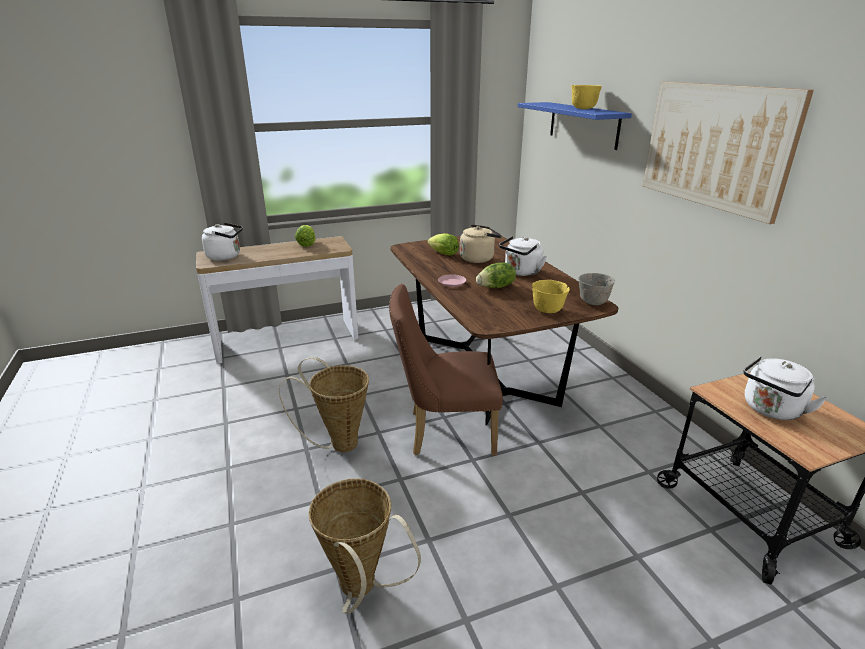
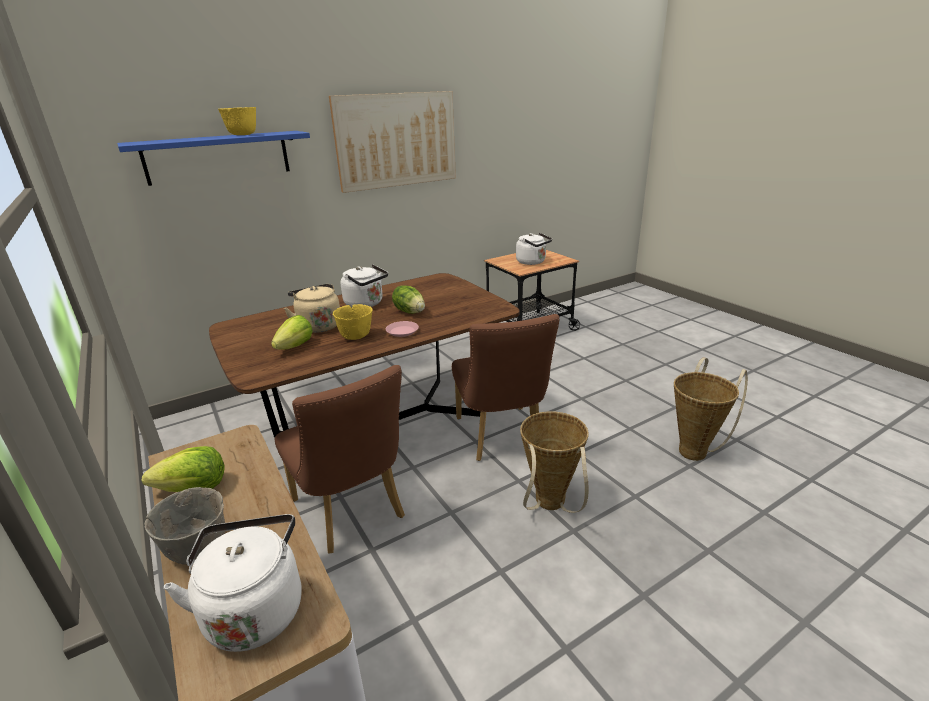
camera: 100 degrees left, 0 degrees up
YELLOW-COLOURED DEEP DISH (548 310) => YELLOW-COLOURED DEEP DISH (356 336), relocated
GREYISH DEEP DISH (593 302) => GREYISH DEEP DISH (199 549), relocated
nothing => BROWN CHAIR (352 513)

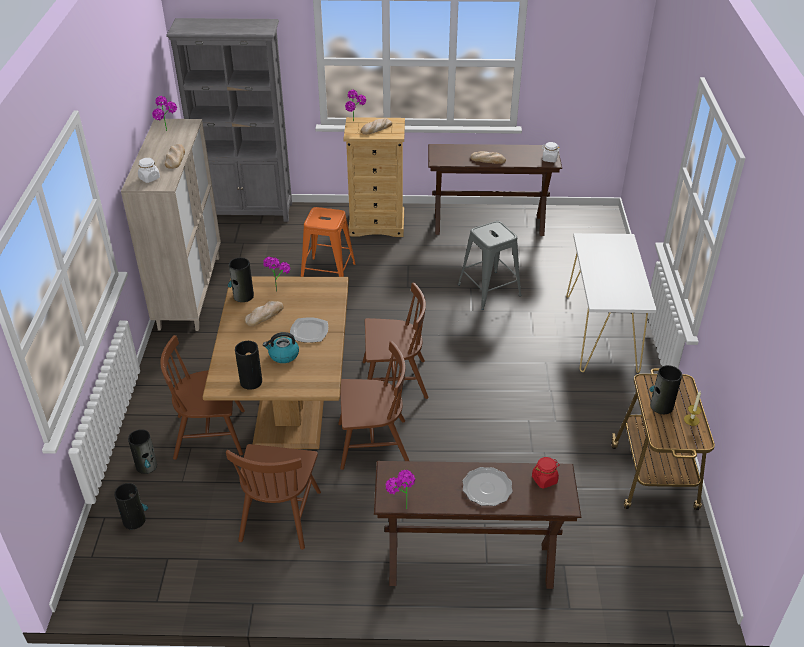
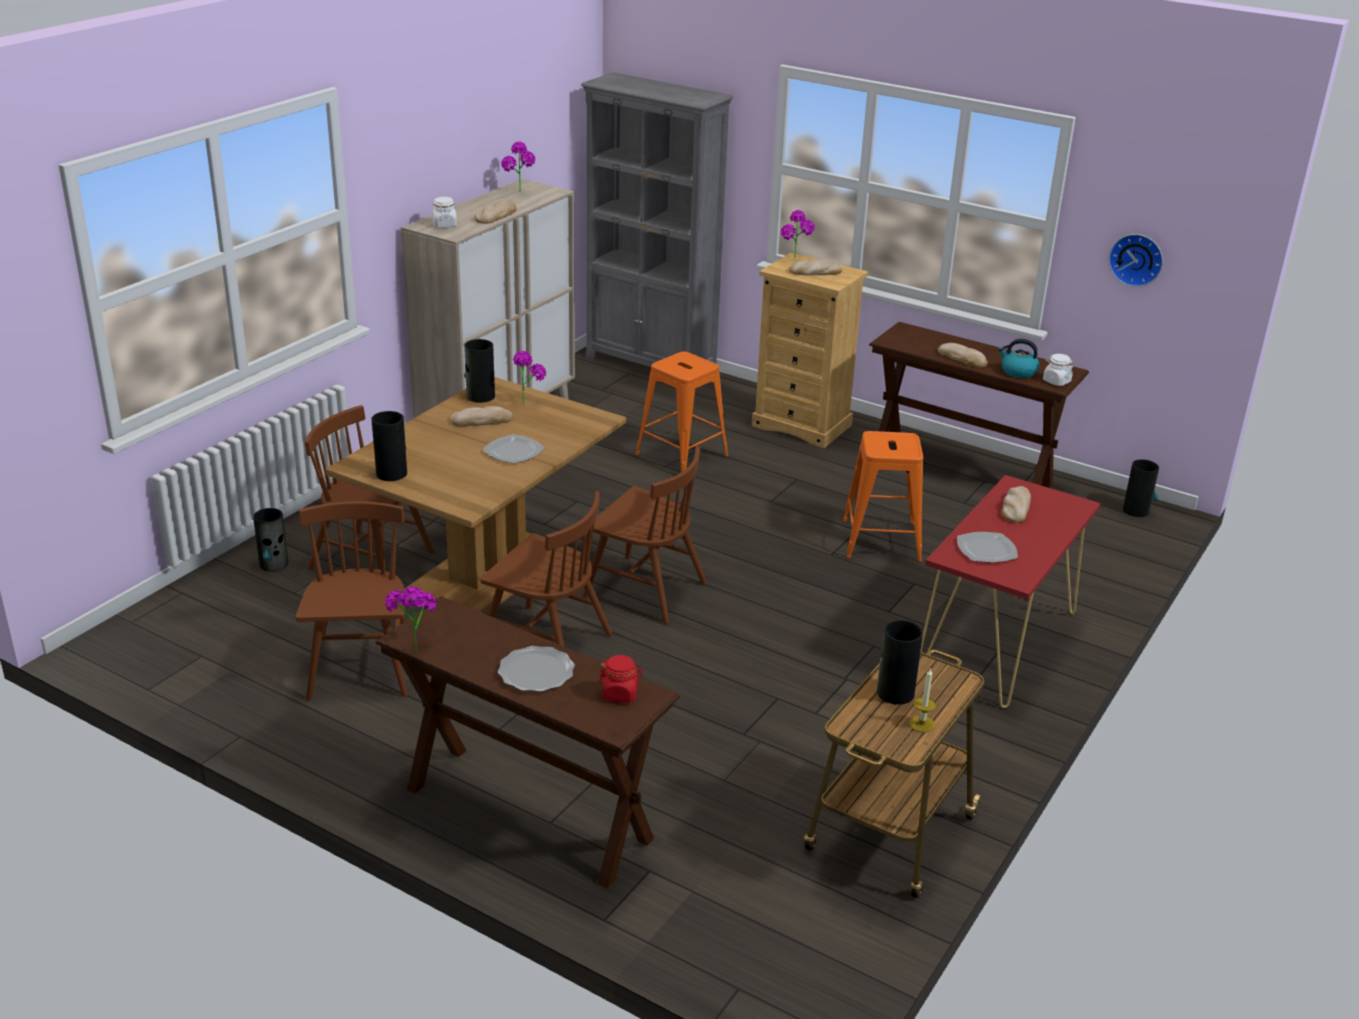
camera: 30 degrees right, 10 degrees down
DECORATIVE VASE (134 520) => DECORATIVE VASE (1136 510), relocated
BROWN CHAIR (280 515) => BROWN CHAIR (361 667), 135 degrees clockwise
TEA KETTLE (283 355) => TEA KETTLE (1018 372), relocated
GREYISH STOOL SEAT (488 290) => ORANGE-COLOURED STOOL SEAT (880 541)
WHITE-COLOURED NARROW TABLE (601 333) => RED-COLOURED NARROW TABLE (996 644)
nothing => FLAT DISH (985 549)
nothing => BAKERY BREAD (1015 507)
nothing => WALL CLOCK (1137 259)

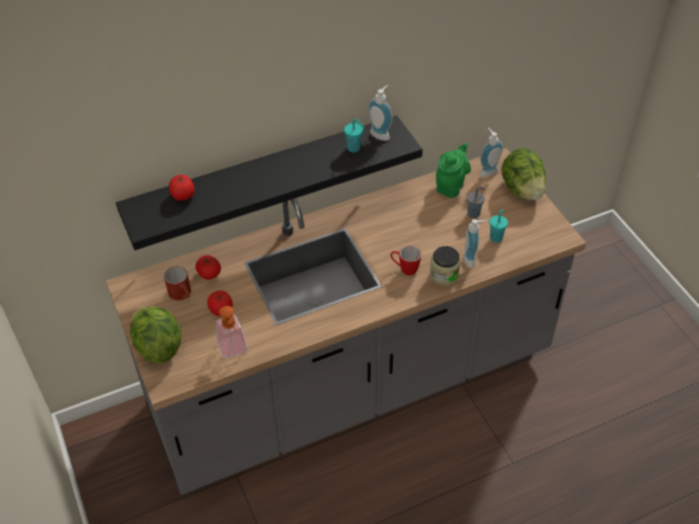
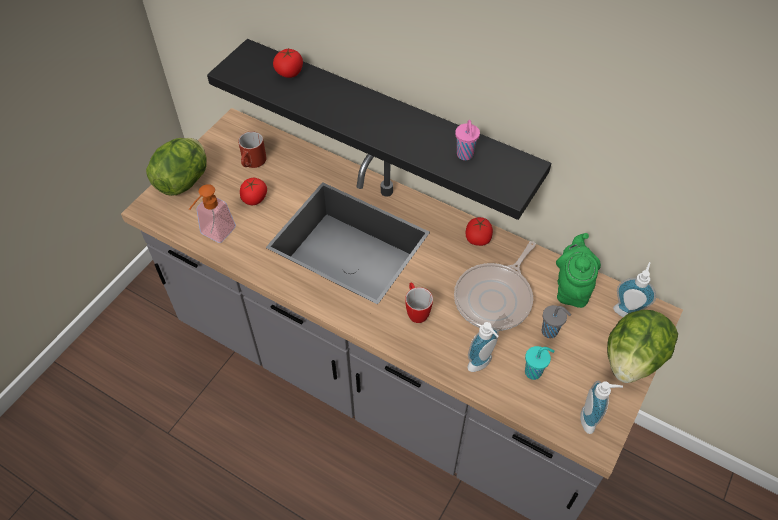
camera: 55 degrees right, 5 degrees up
TOMATO (209 274) => TOMATO (477 239), relocated
TURQUOISE CUP (354 148) => PINK-COLOURED CUP (465 155)
LIQUID SOAP BOTTLE (381 133) => LIQUID SOAP BOTTLE (592 419), relocated
JAR (444 275) => nothing
GREEN-COLOURED TEA POT (451 185) => GREEN-COLOURED TEA POT (572 288), 75 degrees counterclockwise
nothing => PAN (495 298)

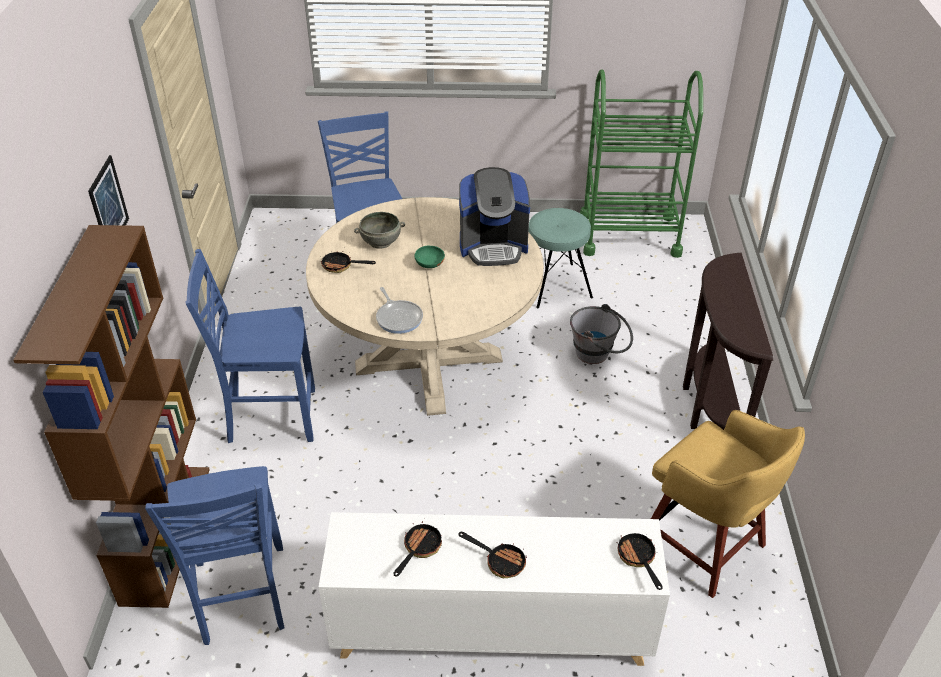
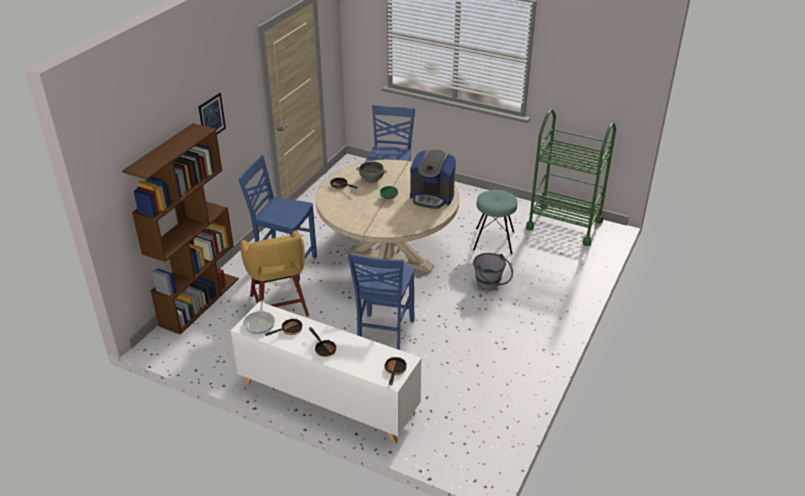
camera: 25 degrees right, 5 degrees down
BLUE CHAIR (241 596) => BLUE CHAIR (384 336), relocated
PAN (398 318) => PAN (260 323), relocated
YELLOW-COLOURED STOOL SEAT (705 547) => YELLOW-COLOURED STOOL SEAT (279 307), relocated
BROWN NARROW TABLE (708 408) => nothing

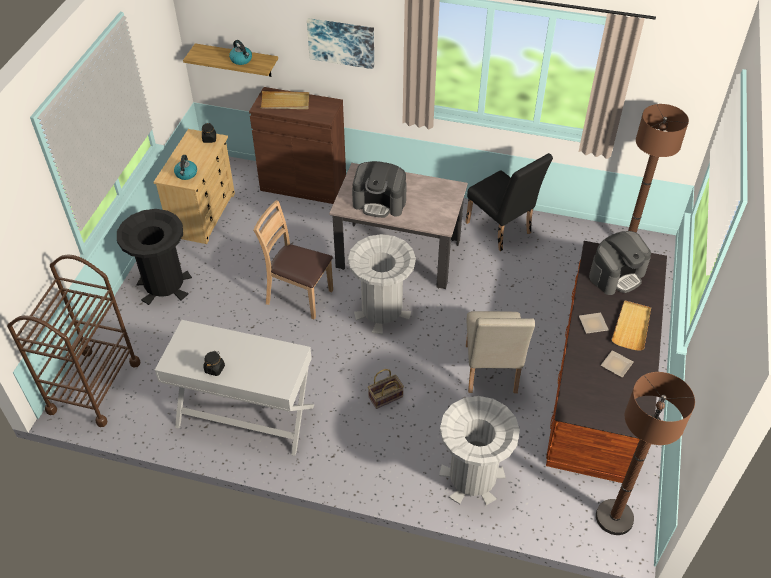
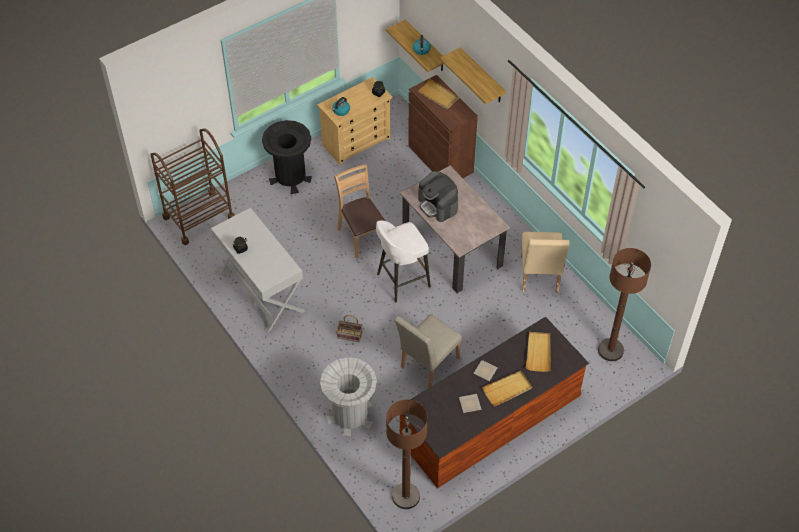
camera: 40 degrees right, 5 degrees up
WALL PICTURE (341 42) => BRACKET SHELF (482 76)
GREYISH RUBBISH BIN (382 311) => WHITE-COLOURED STOOL SEAT (401 281)
BLACKISH CHAIR (501 231) => BEIGE-COLOURED CHAIR (539 278)
COFFEE MACHINE (616 275) => BEIGE-COLOURED CARRYING TRAY (538 352)

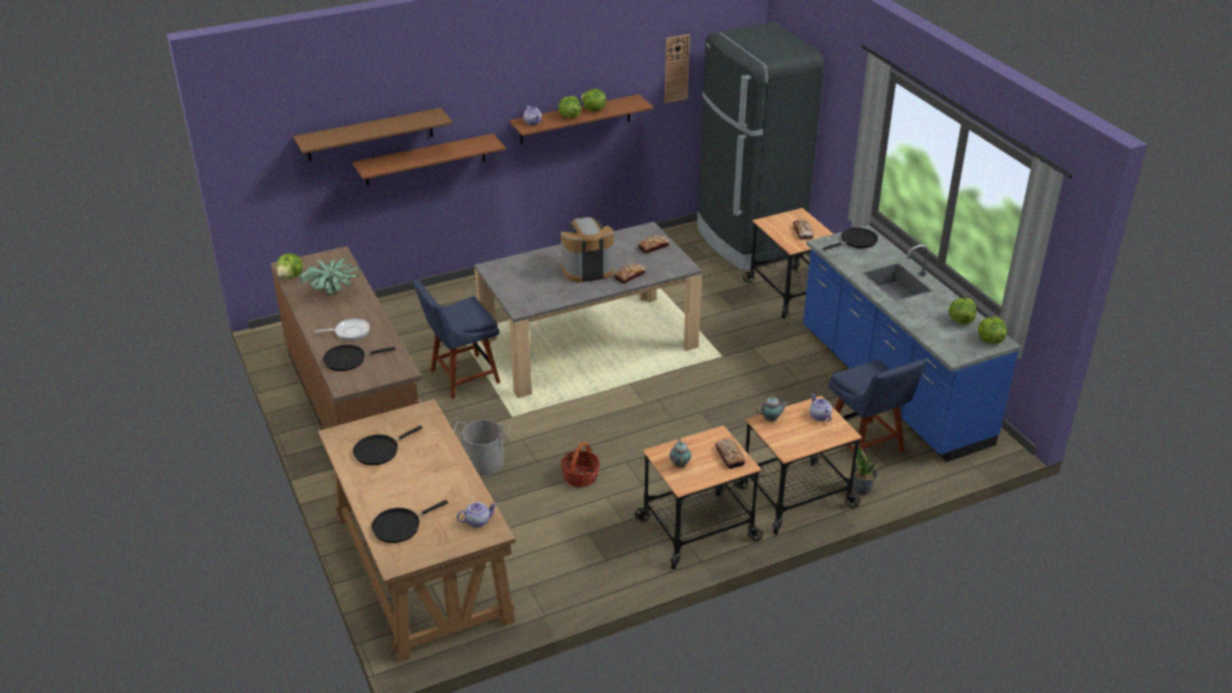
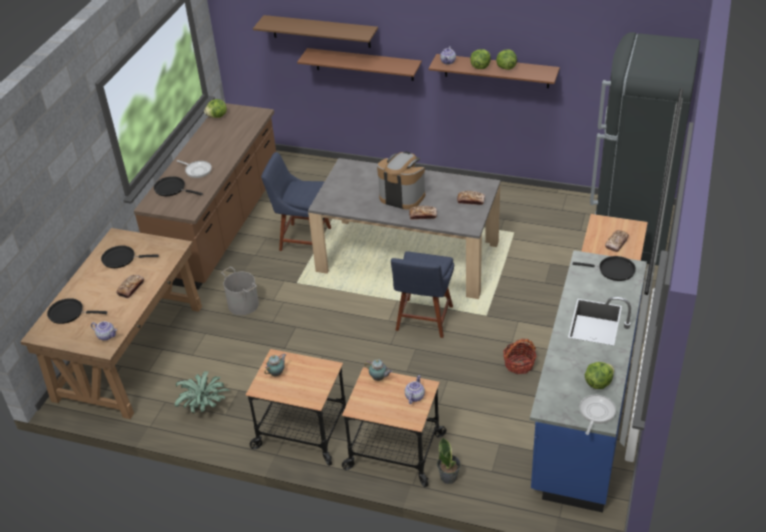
camera: 45 degrees right, 5 degrees up
POTTED PLANT (332 293) => POTTED PLANT (204 405), relocated
STORAGE BASKET (580 476) => STORAGE BASKET (519 364), relocated
WALL CLOCK (676 68) => nothing
BAKERY BREAD (729 456) => BAKERY BREAD (131 288), relocated
BLUE CHAIR (865 447) => BLUE CHAIR (423 320), relocated
LETTUCE (989 340) => PAN (596 413)

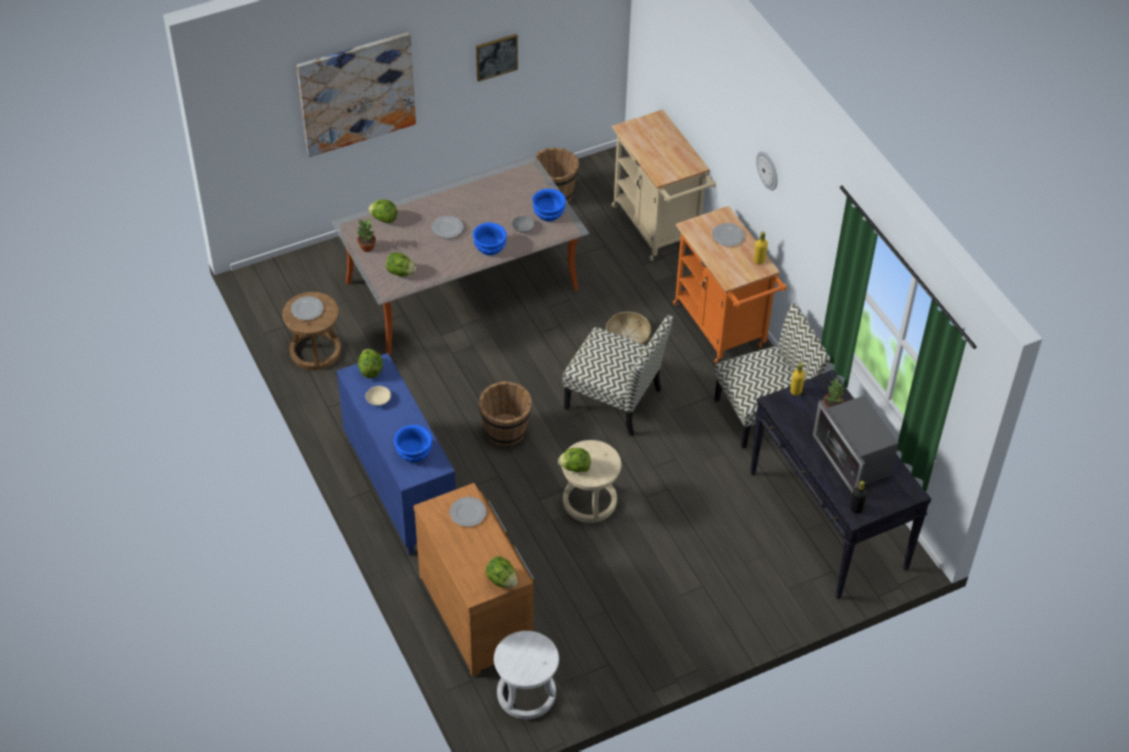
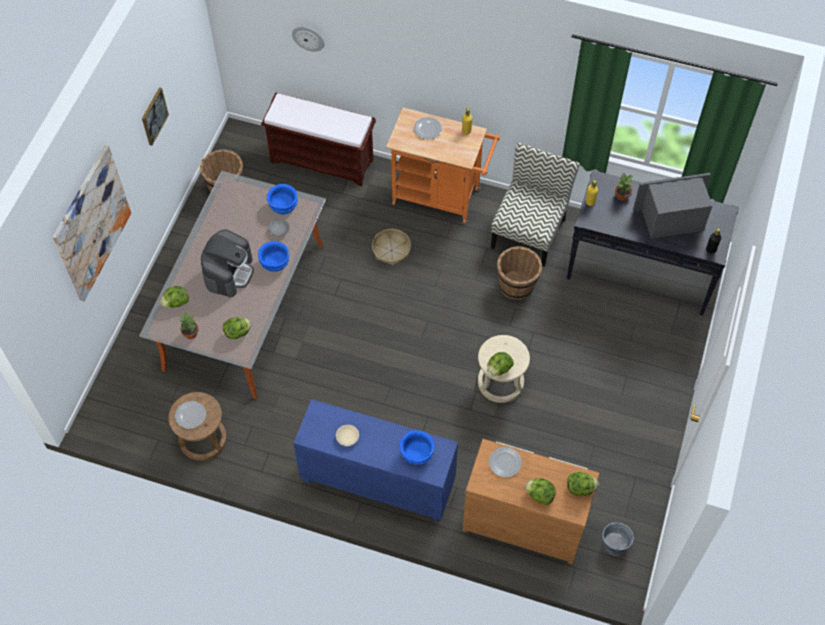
camera: 45 degrees left, 10 degrees up
LETTUCE (370 370) => LETTUCE (539 495), relocated
FLAT DISH (447 228) => COFFEE MACHINE (229 272)
BROWN WATER BUCKET (505 431) => BROWN WATER BUCKET (516 286), relocated
WHITE-COLOURED STOOL SEAT (526 694) => GREYISH WATER BUCKET (615 544)
CHAIR (615 399) => nothing
BEIGE-COLOURED CART (658 229) => BROWN BENCH (323 160)
WALL CLOCK (768 170) => WALL CLOCK (308 38), relocated
MICROWAVE OVEN (853 459) => MICROWAVE OVEN (671 218), 150 degrees clockwise

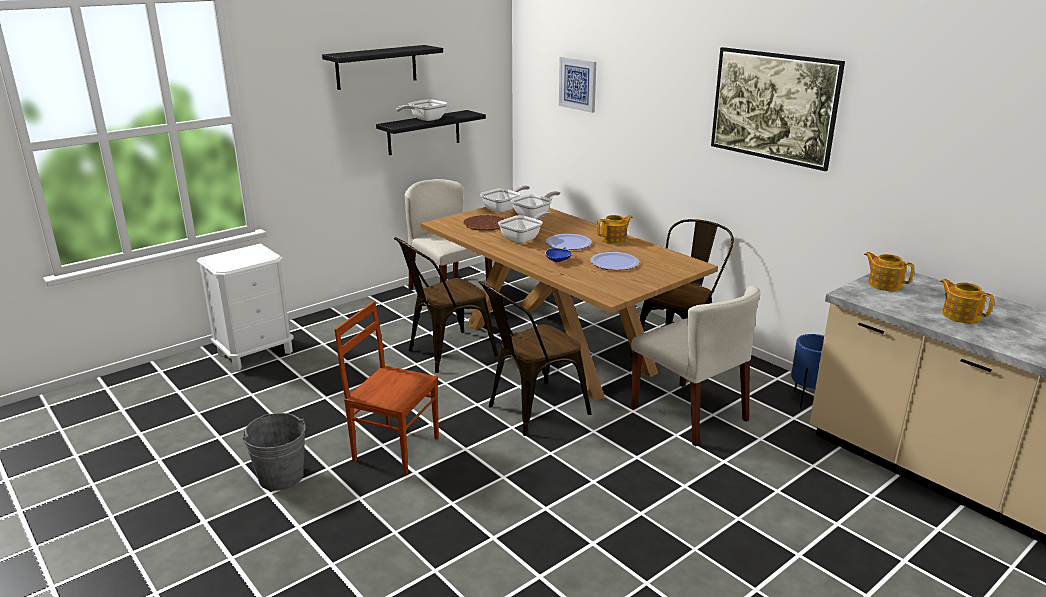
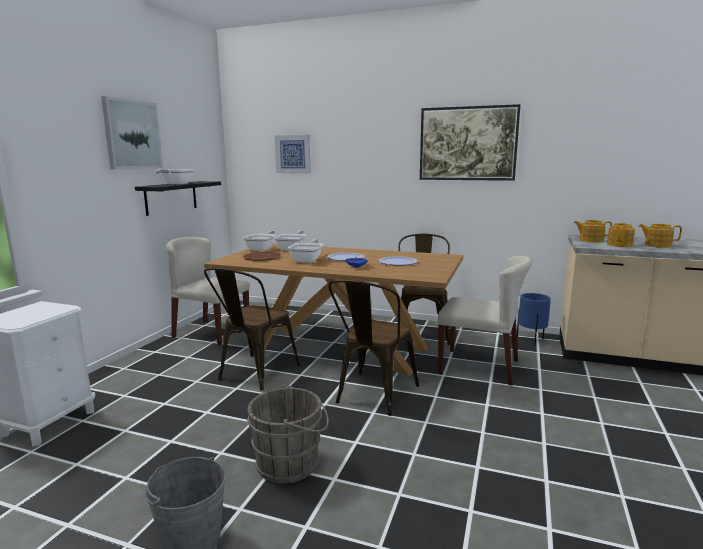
camera: 30 degrees left, 10 degrees down
BLACKISH BRACKET SHELF (376 67) => WALL PICTURE (132 134)
BROWN CHAIR (395 448) => GREYISH WATER BUCKET (291 463)
TEA POT (614 239) => TEA POT (620 244), relocated

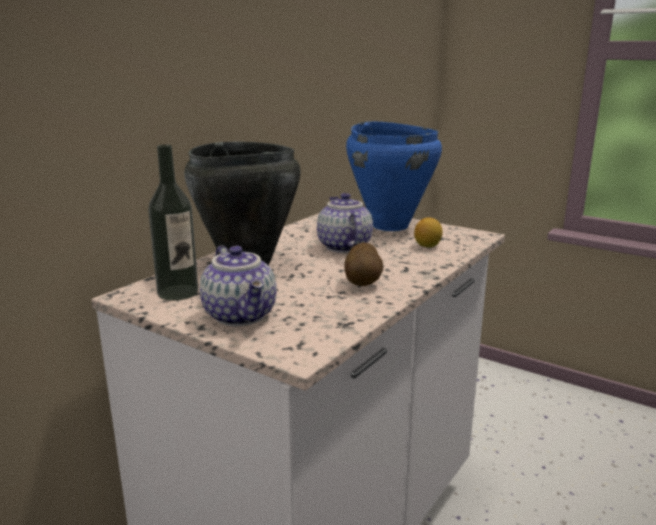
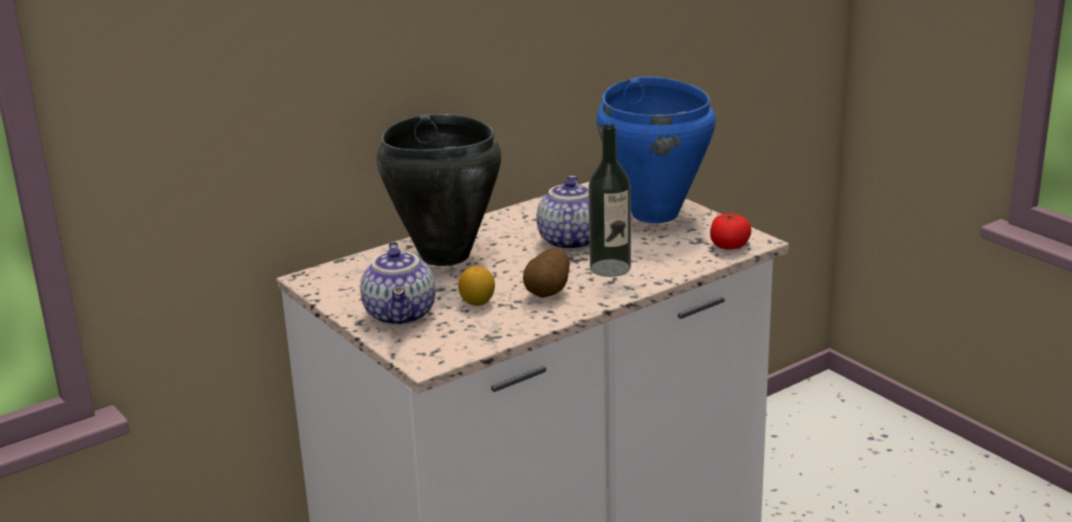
camera: 20 degrees right, 5 degrees up
DRINK BOTTLE (178 292) => DRINK BOTTLE (610 268), relocated
WHOLE LEMON (427 246) => WHOLE LEMON (477 302), relocated
nothing => TOMATO (729 245)

